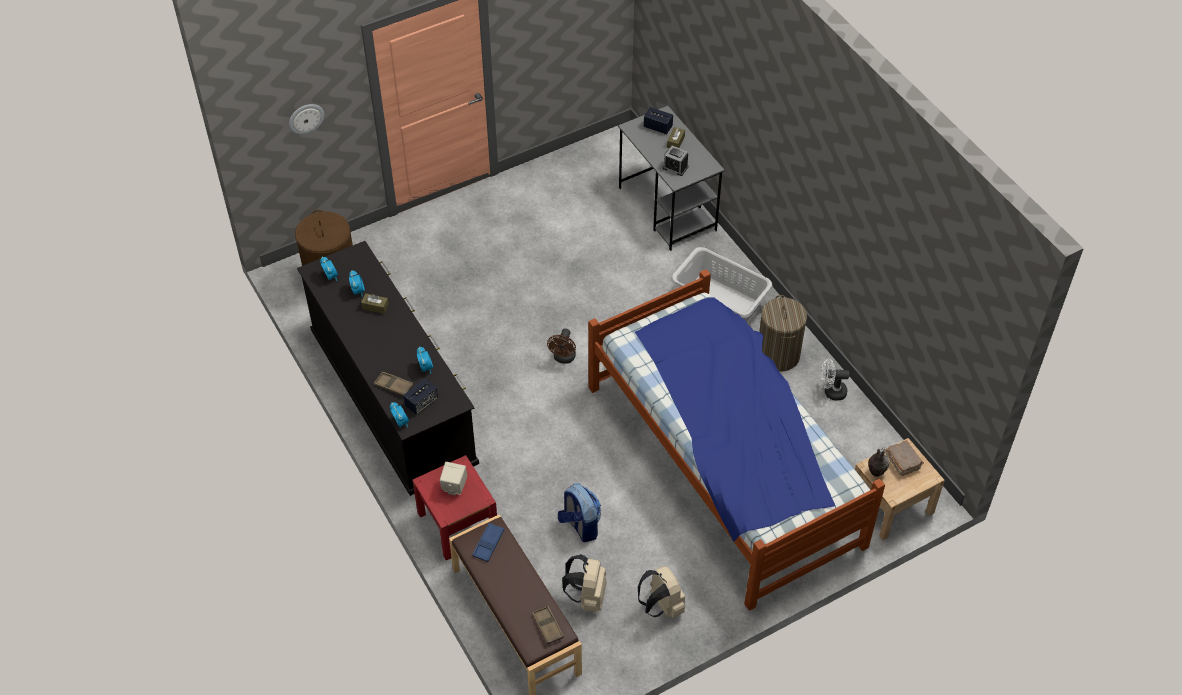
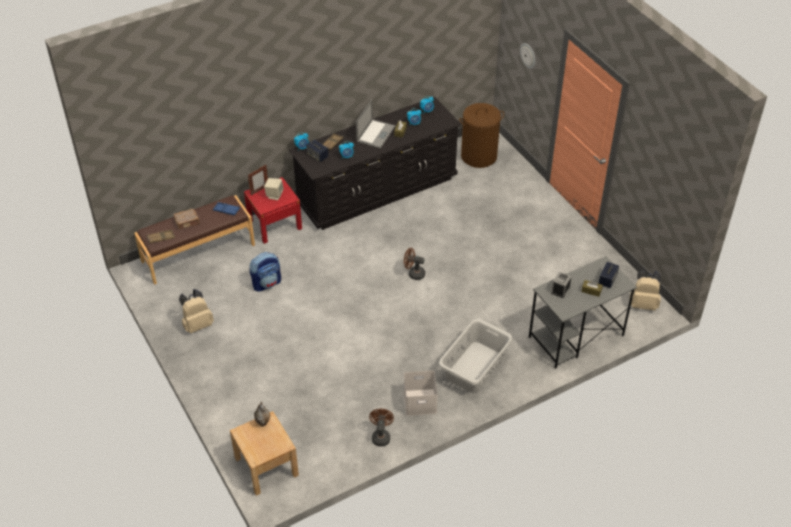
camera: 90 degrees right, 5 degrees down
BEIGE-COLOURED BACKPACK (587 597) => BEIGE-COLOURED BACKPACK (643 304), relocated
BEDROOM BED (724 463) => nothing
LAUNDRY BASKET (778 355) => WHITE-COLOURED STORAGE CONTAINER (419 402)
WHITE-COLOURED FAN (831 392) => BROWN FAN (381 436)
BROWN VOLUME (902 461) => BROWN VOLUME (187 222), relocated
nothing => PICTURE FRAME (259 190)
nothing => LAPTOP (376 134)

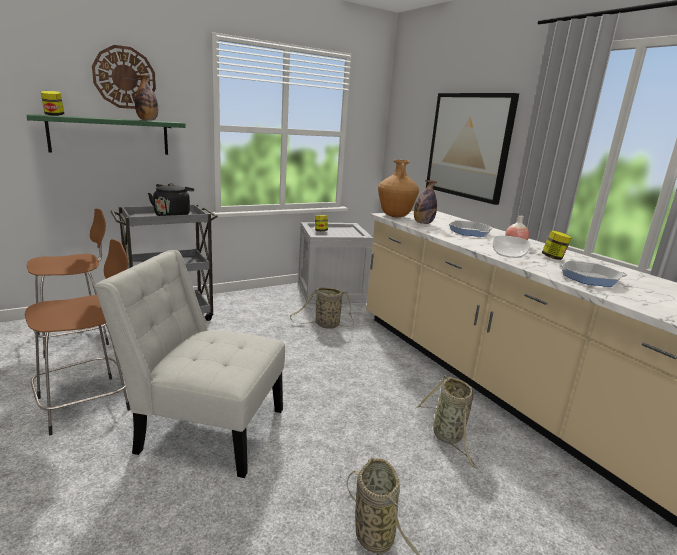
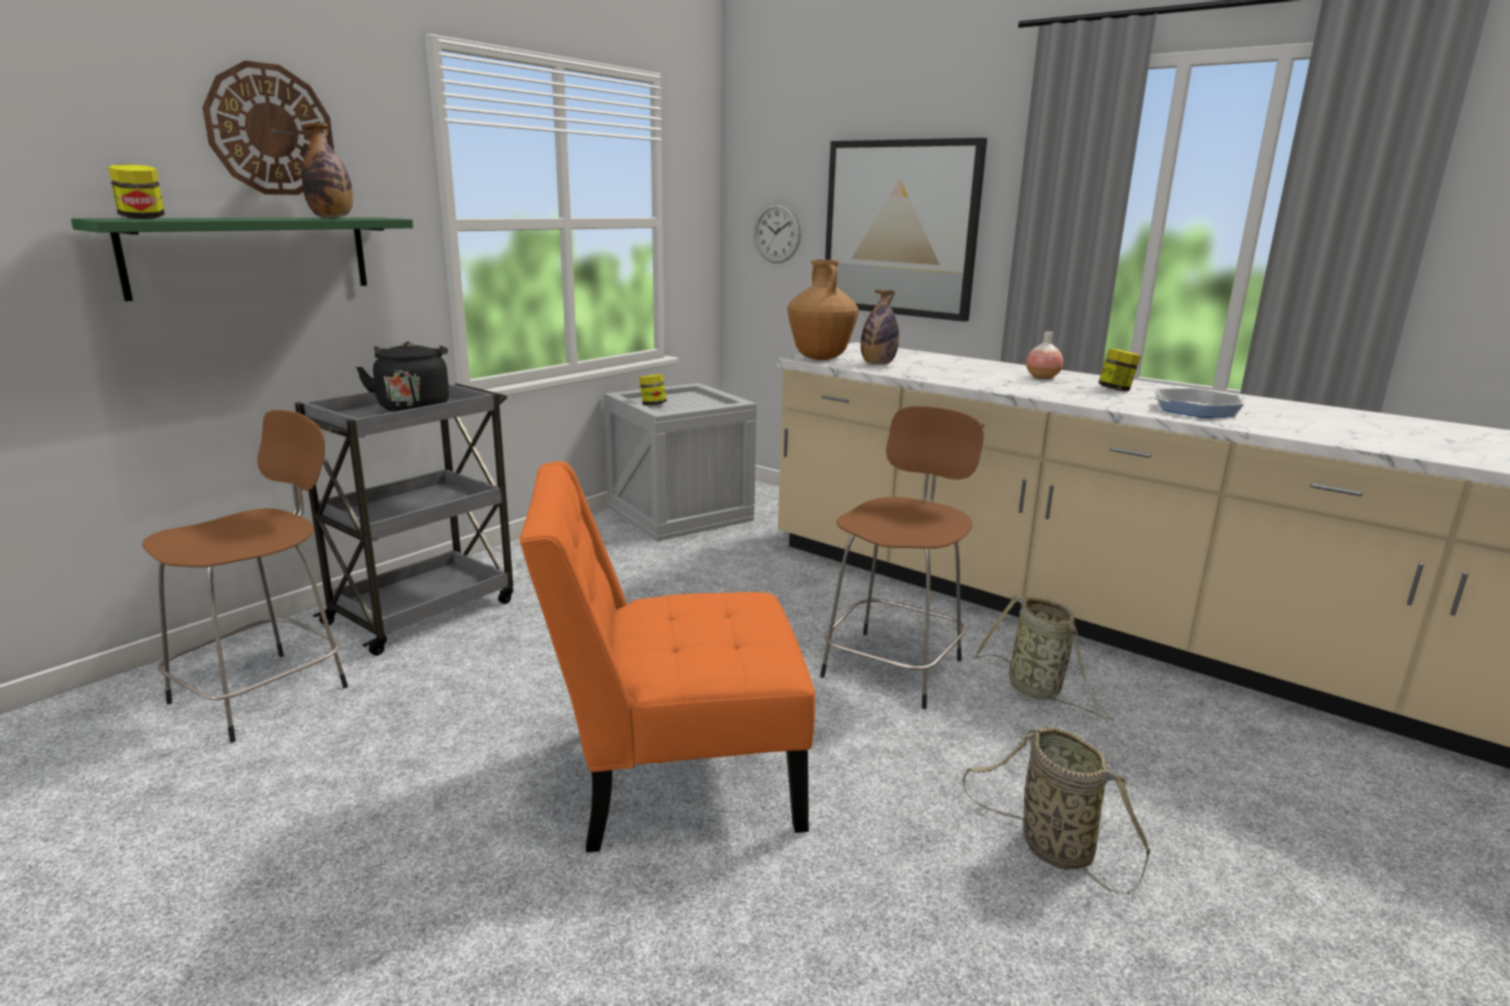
camera: 20 degrees left, 0 degrees up
BROWN STOOL SEAT (88 403) => BROWN STOOL SEAT (894 666), relocated
WHITE-COLOURED CHAIR (205 428) => ORANGE-COLOURED CHAIR (672 777)
STORAGE BASKET (325 325) => nothing
PAN (469 232) => nothing
DEEP DISH (508 254) => nothing
nothing => WALL CLOCK (777 233)

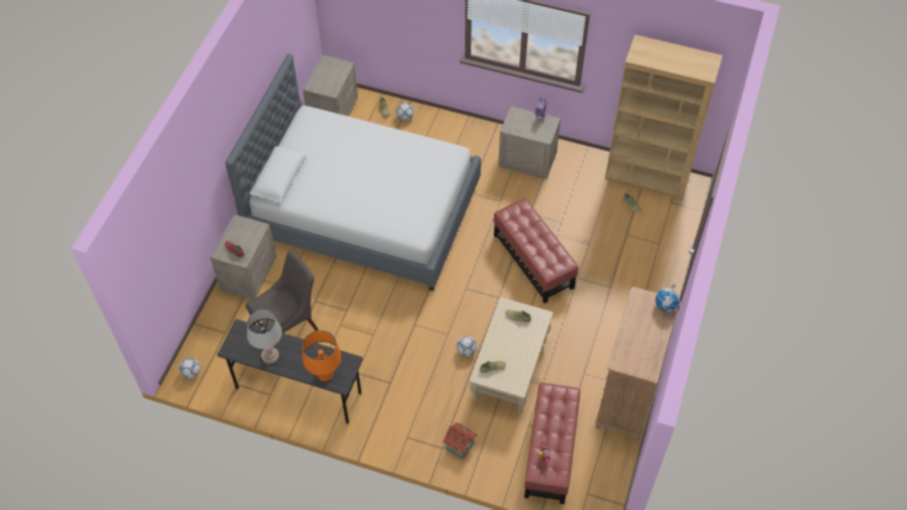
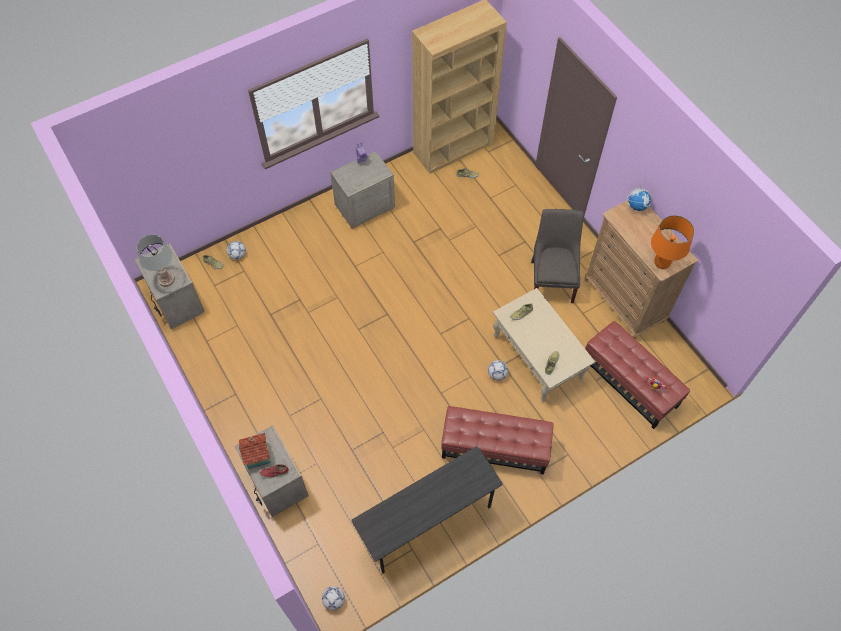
camera: 50 degrees left, 5 degrees up
BEDROOM BED (363 209) => nothing
GREYISH CHAIR (288 325) => GREYISH CHAIR (552 279), relocated
GREYISH LAMP FOR A TABLE (270 356) => GREYISH LAMP FOR A TABLE (166 279), relocated
ORANGE-COLOURED LAMP FOR A TABLE (325 374) => ORANGE-COLOURED LAMP FOR A TABLE (661 263), relocated
MINIATURE HOUSE (460 444) => MINIATURE HOUSE (256 454), relocated
RED-COLOURED POUFFE (533 261) => RED-COLOURED POUFFE (494 447), relocated

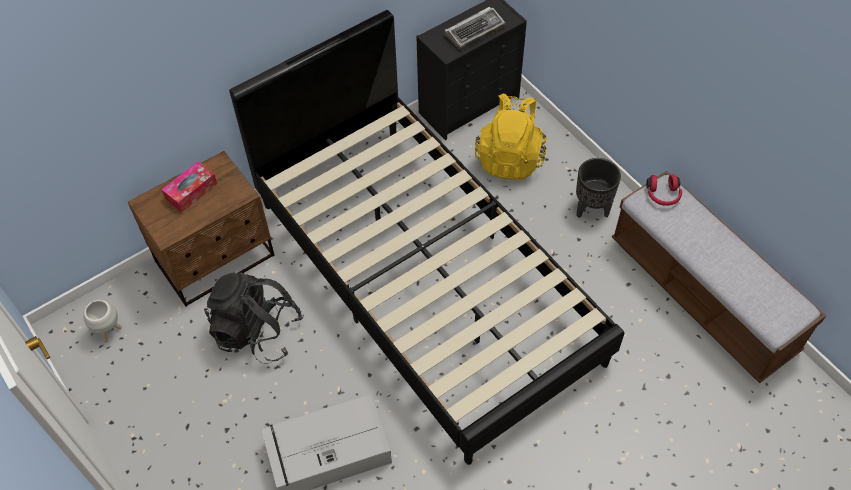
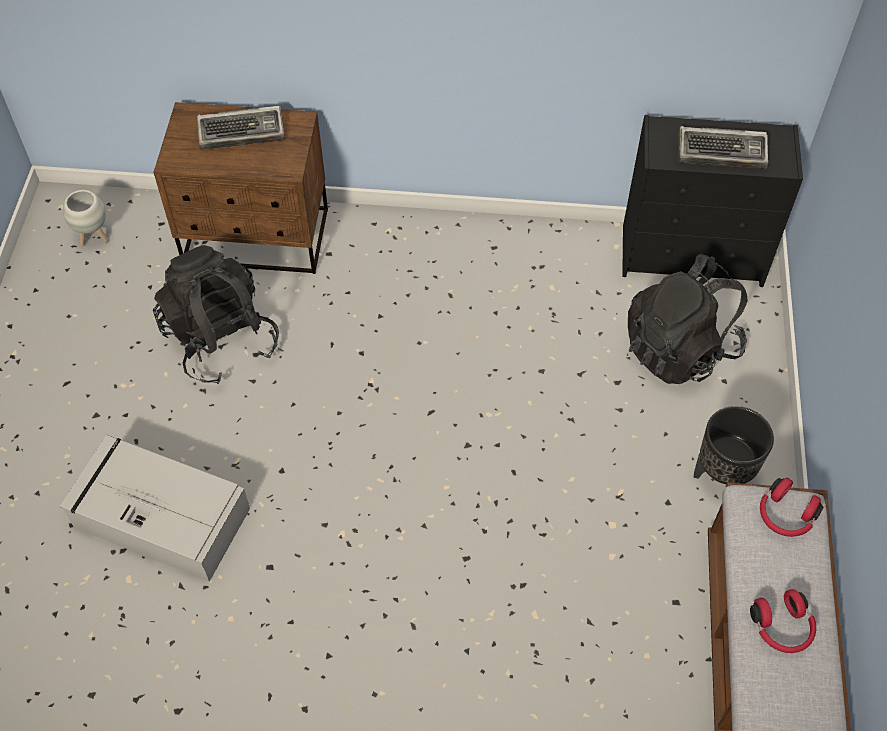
camera: 40 degrees right, 0 degrees up
BOX OF TISSUES (191 191) => COMPUTER KEYBOARD (242 132)
BLACKISH BEDROOM BED (426 279) => nothing
YELLOW-COLOURED BACKPACK (510 158) => BLACKISH BACKPACK (680 349)
nothing => RED-COLOURED PAIR OF HEADPHONES (782 628)

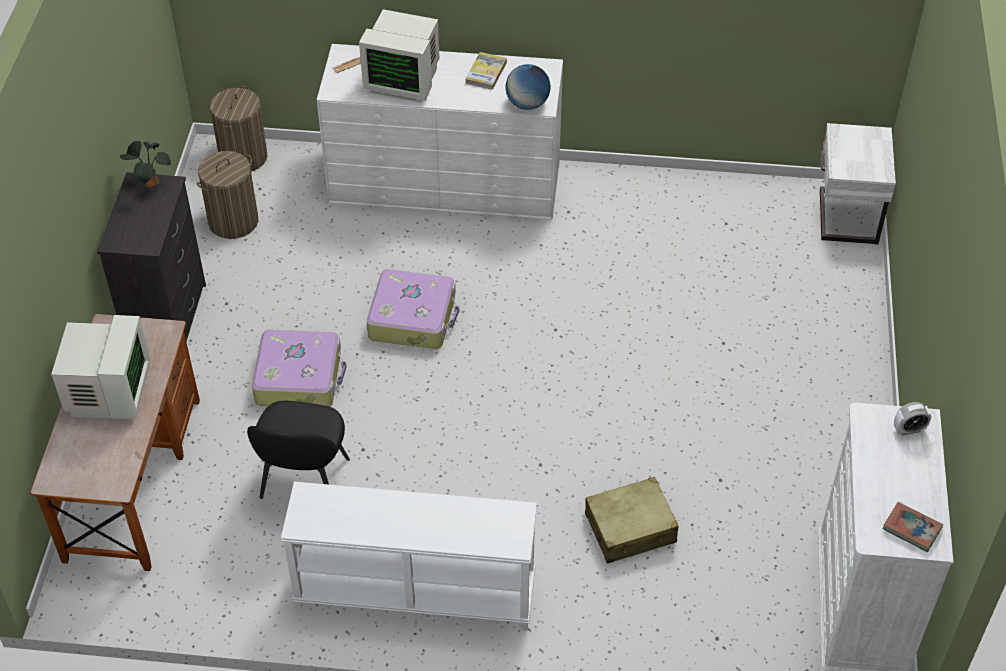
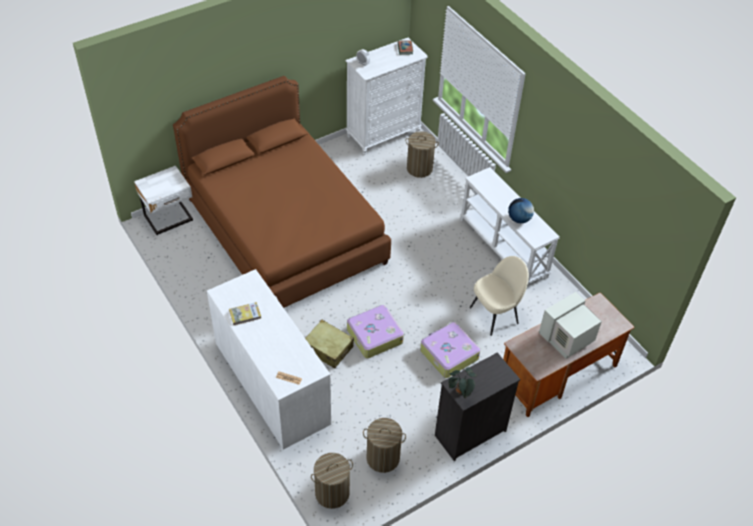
camera: 130 degrees left, 0 degrees up
BLACKISH CHAIR (304 481) => BEIGE-COLOURED CHAIR (495 315)
COMPUTER SCREEN (403 80) => nothing
GLOBE (527 104) => GLOBE (519 219), relocated
BEIGE-COLOURED PIECE OF LUGGAGE (630 529) => BEIGE-COLOURED PIECE OF LUGGAGE (328 348), relocated
nothing => BROWN BEDROOM BED (285 231)
nothing => LAUNDRY BASKET (419 168)

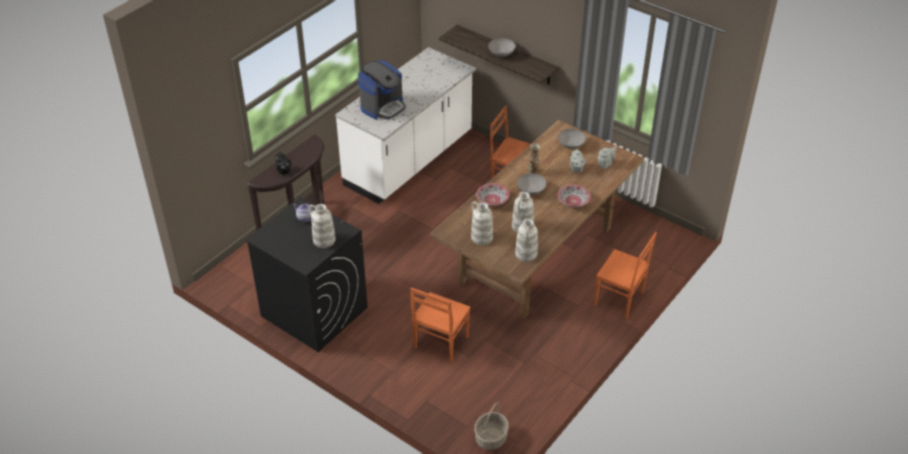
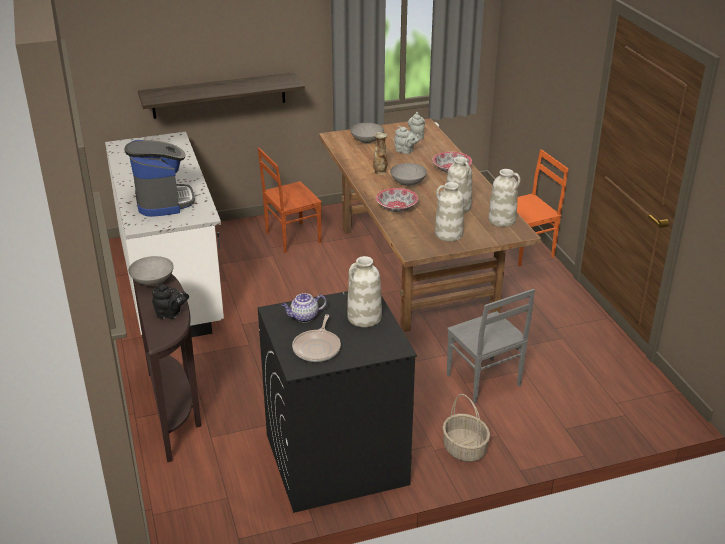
camera: 55 degrees left, 10 degrees down
ORANGE-COLOURED CHAIR (440 342) => GREYISH CHAIR (483 381)
STORAGE BASKET (491 437) => STORAGE BASKET (464 449), relocated
GREYISH DEEP DISH (501 54) => GREYISH DEEP DISH (152 281), relocated
nothing => PAN (317 348)

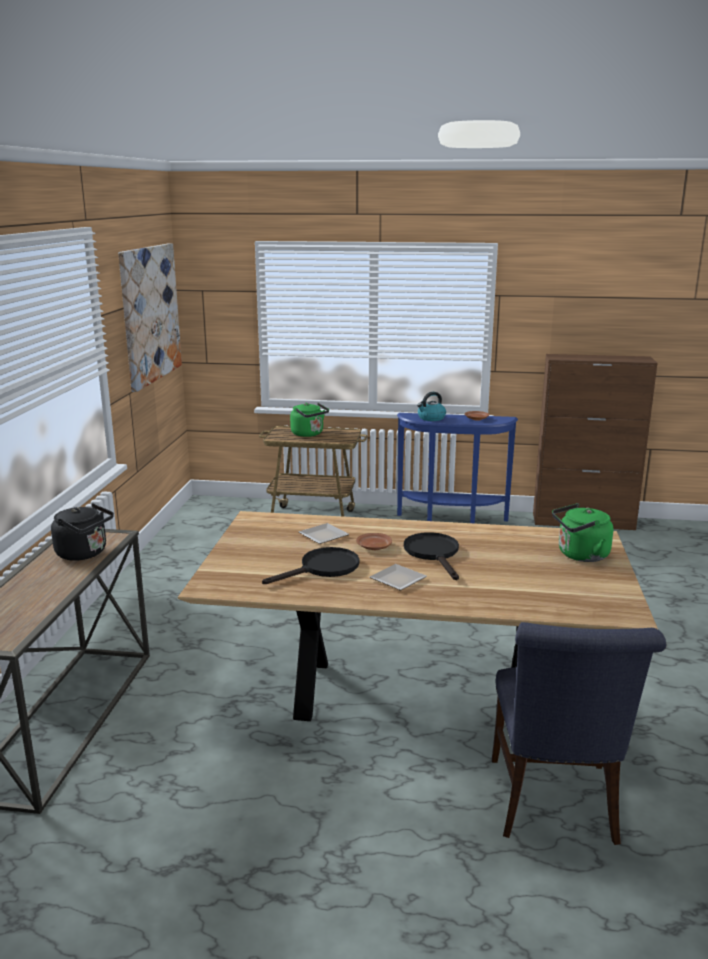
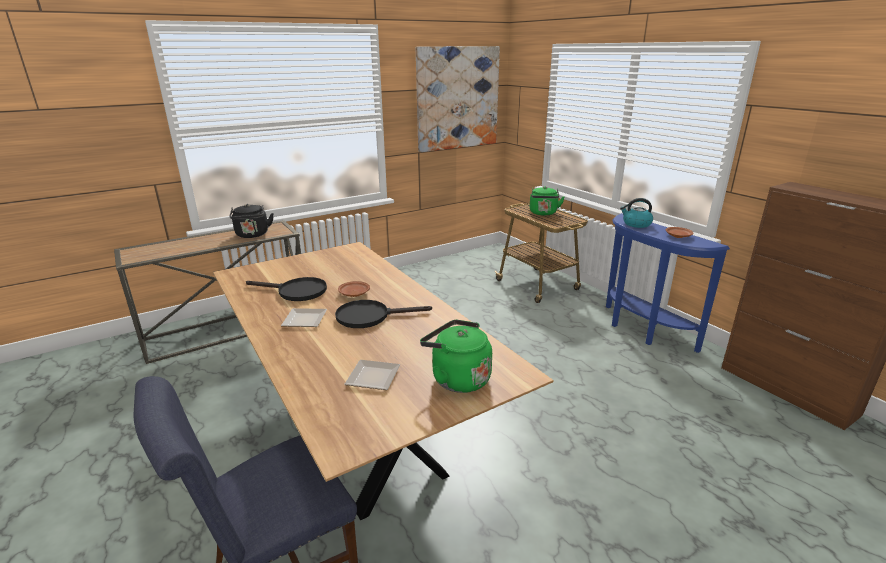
camera: 50 degrees right, 5 degrees up
FLAT DISH (322 536) => FLAT DISH (372 376), relocated
BLACKISH PAN (434 554) => BLACKISH PAN (370 316), 135 degrees counterclockwise

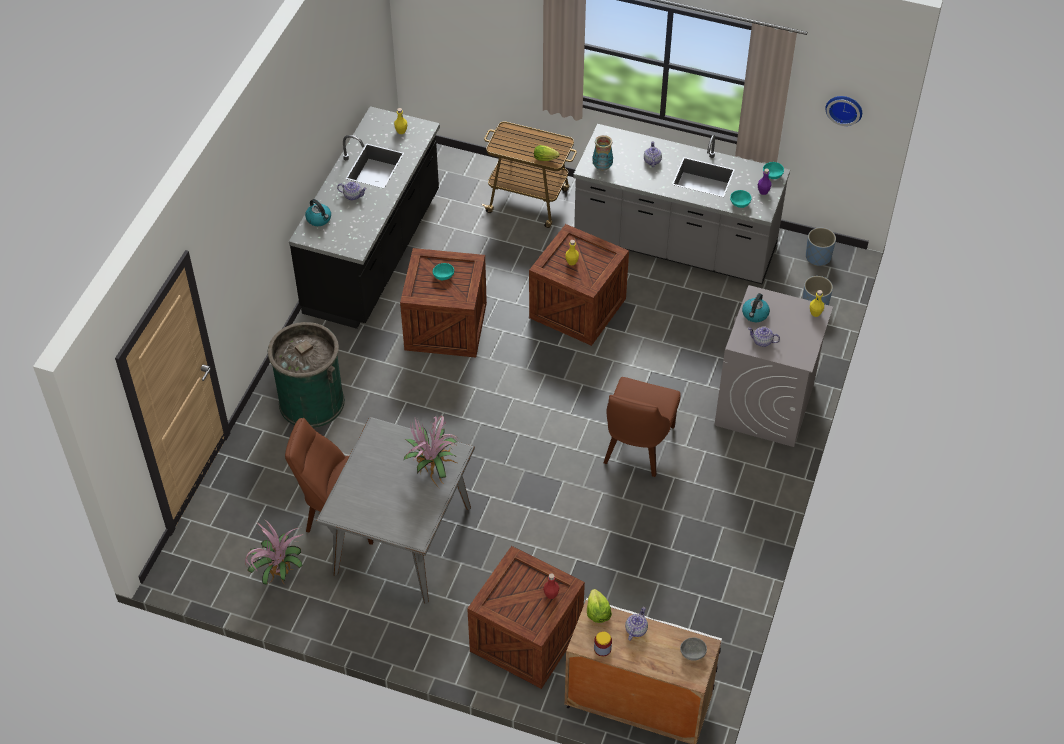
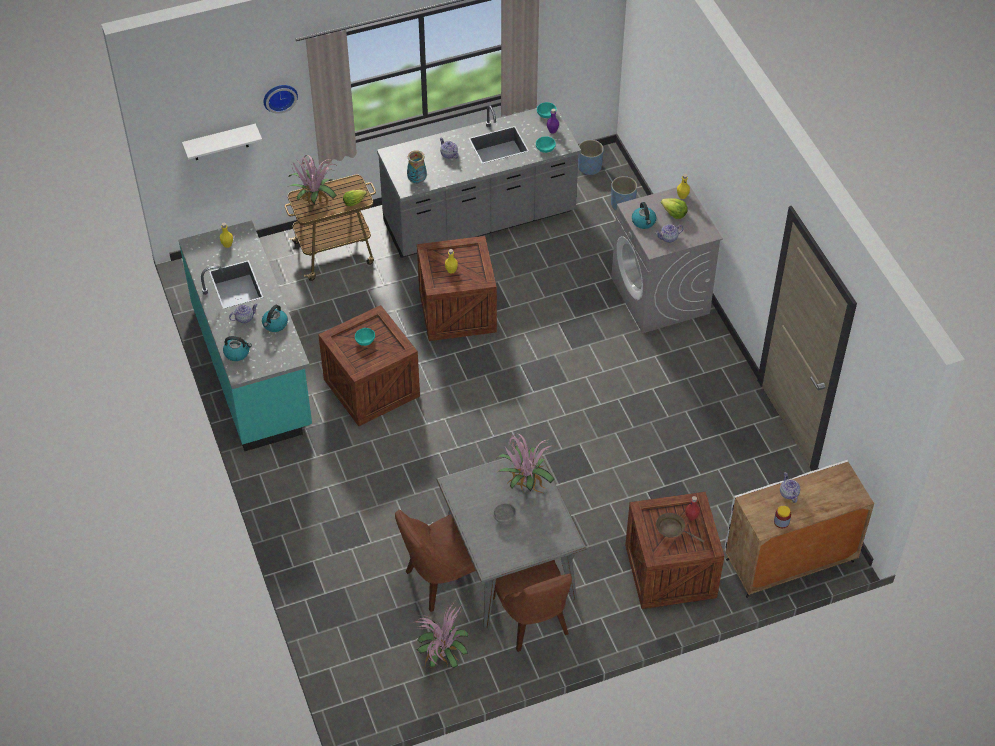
camera: 40 degrees left, 0 degrees up
GREEN-COLOURED RUBBISH BIN (311 402) => nothing
BLACKISH KITCHEN BASE UNIT (374 254) => TURQUOISE KITCHEN BASE UNIT (253 368)
LETTUCE (597 612) => LETTUCE (674 213), relocated
BROWN CHAIR (637 447) => BROWN CHAIR (531 619), relocated
GREYISH DEEP DISH (692 653) => GREYISH DEEP DISH (504 517), relocated
WALL CLOCK (844 108) => WALL CLOCK (279 96), relocated
nothing => WHITE-COLOURED BRACKET SHELF (220 142)
nothing => TEA KETTLE (275 324)
nothing => POTTED PLANT (314 201)
nothing => BROWN PAN (673 529)

